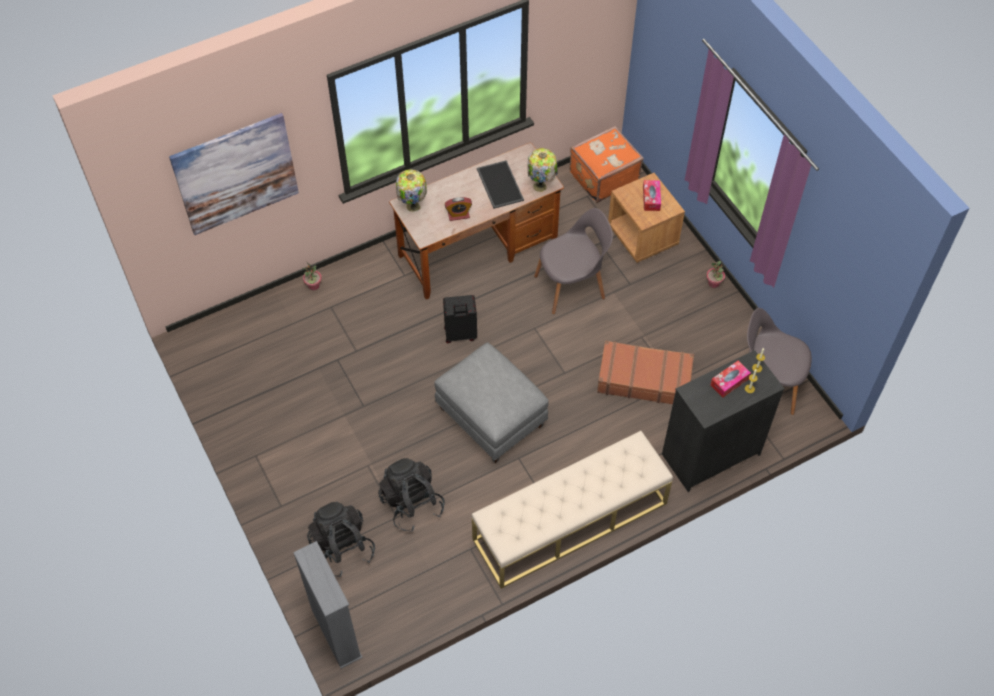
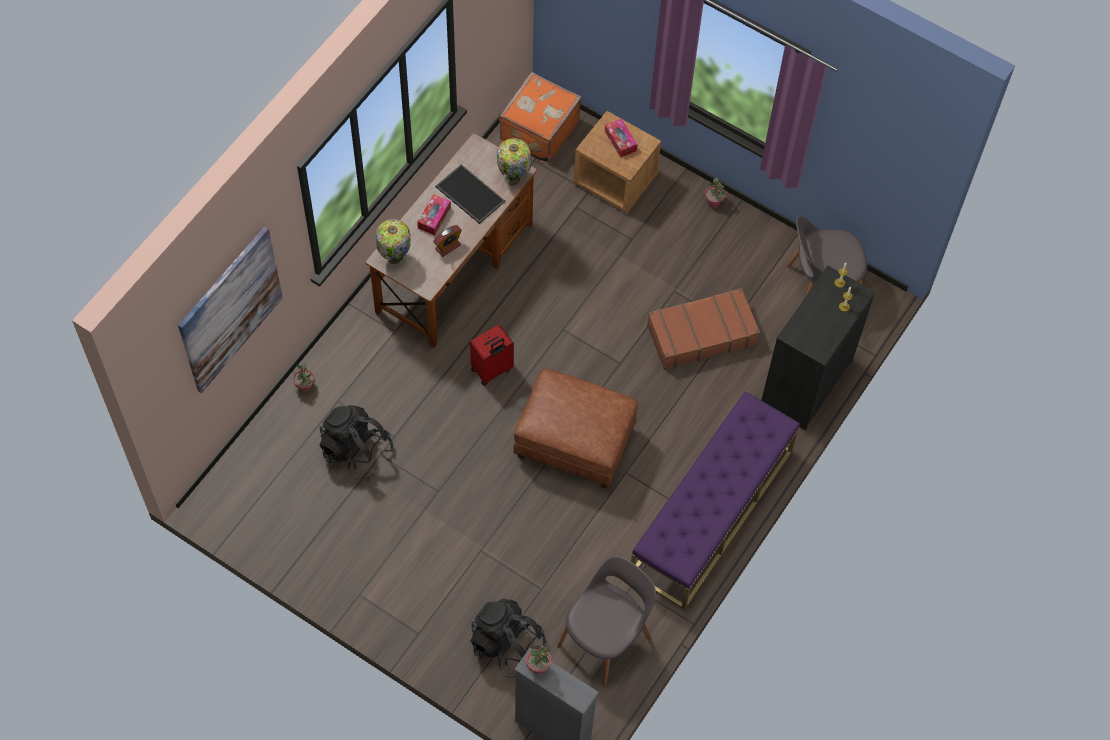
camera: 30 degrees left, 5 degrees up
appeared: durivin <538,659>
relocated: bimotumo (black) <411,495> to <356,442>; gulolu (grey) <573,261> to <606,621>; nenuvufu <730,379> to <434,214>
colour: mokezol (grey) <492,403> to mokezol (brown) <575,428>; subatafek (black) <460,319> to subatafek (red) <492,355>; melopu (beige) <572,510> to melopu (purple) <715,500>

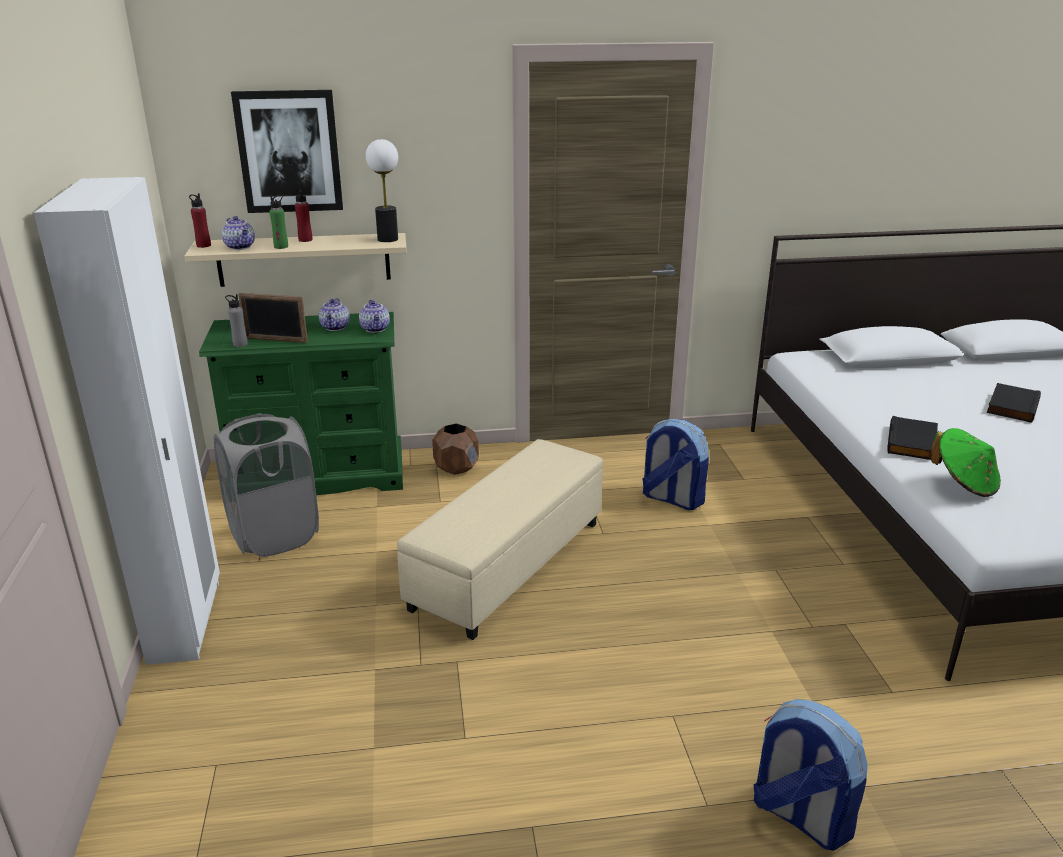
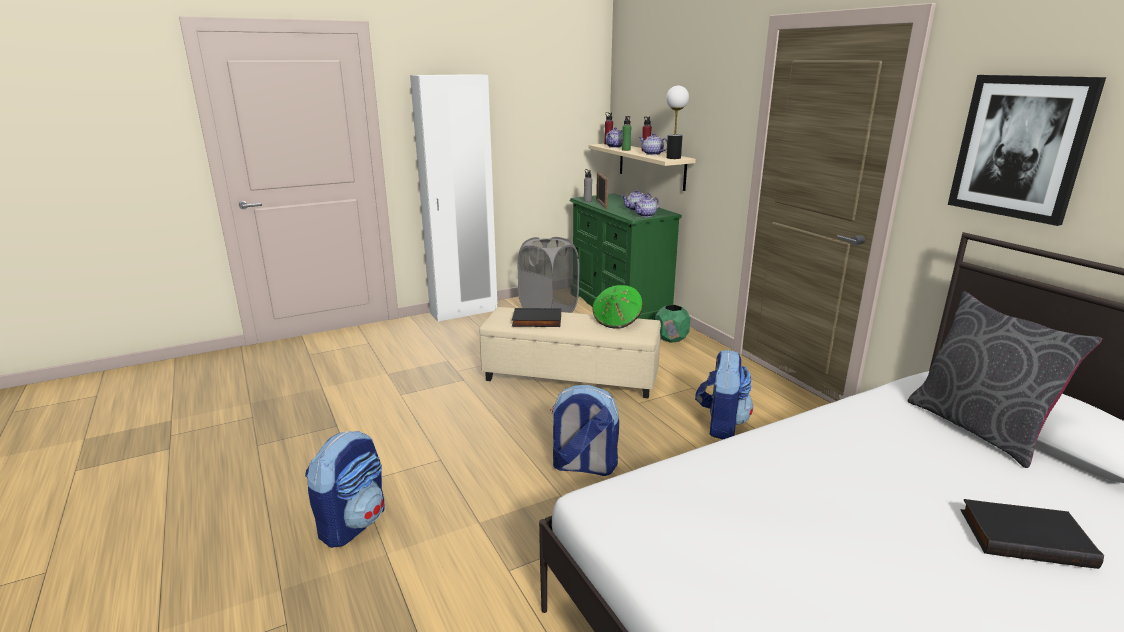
camera: 70 degrees right, 5 degrees down
appeared: bimotumo <584,430>; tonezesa <653,144>; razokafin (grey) <1005,379>
relocated: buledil <287,151> to <1027,150>; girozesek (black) <912,438> to <536,317>; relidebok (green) <966,462> to <618,307>
colour: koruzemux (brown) <455,449> to koruzemux (green) <672,324>

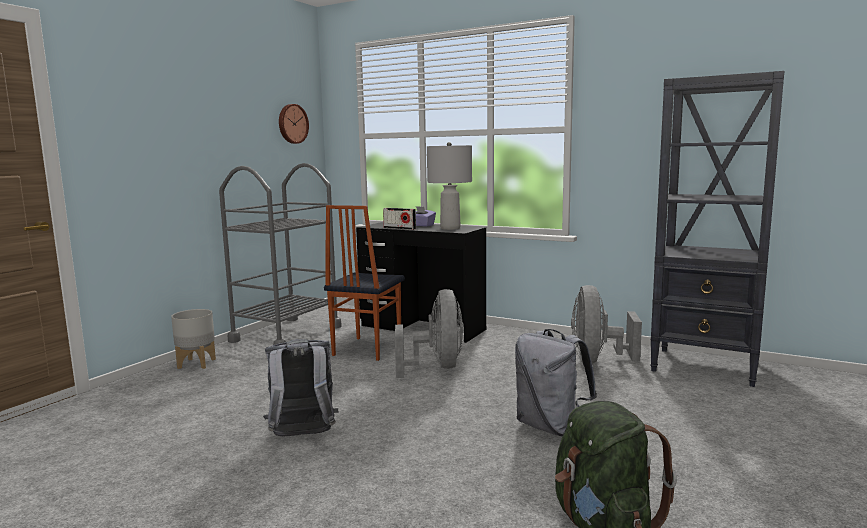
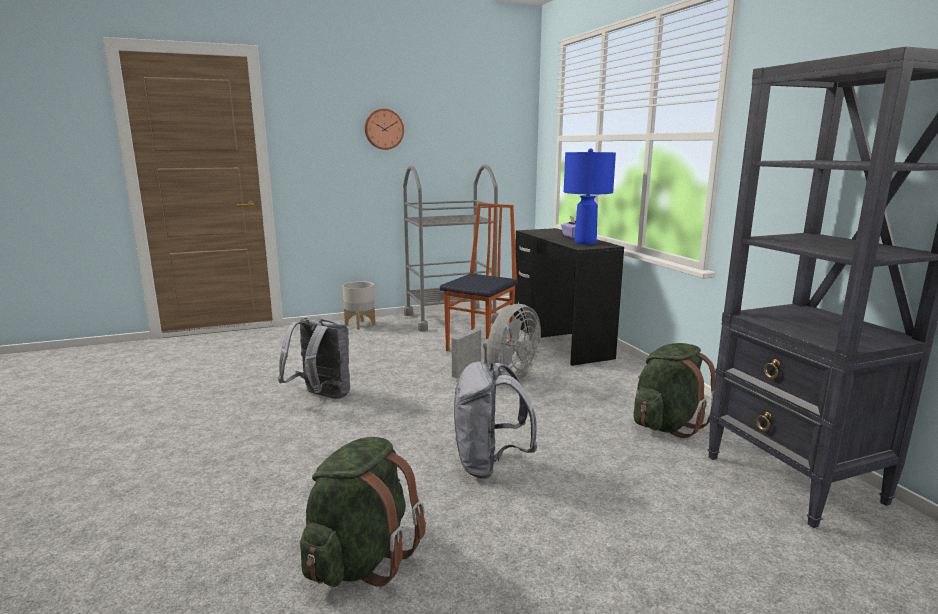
camera: 40 degrees right, 5 degrees up
missing: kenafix <399,219>
relocated: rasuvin <294,124> to <384,129>
exchanged: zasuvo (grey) <606,324> to bimotumo (green) <674,390>
colour: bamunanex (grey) <449,186> to bamunanex (blue) <590,196>
spun: gulolu <364,283> = <479,277> 150 degrees clockwise

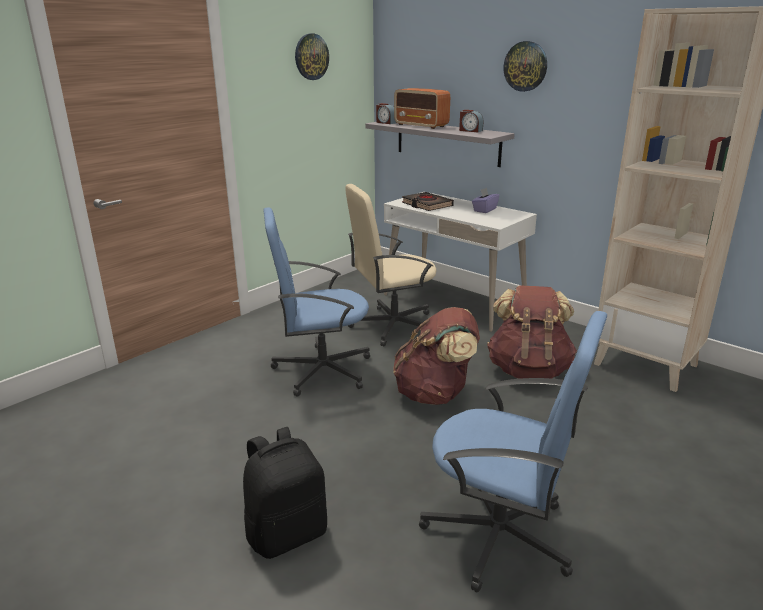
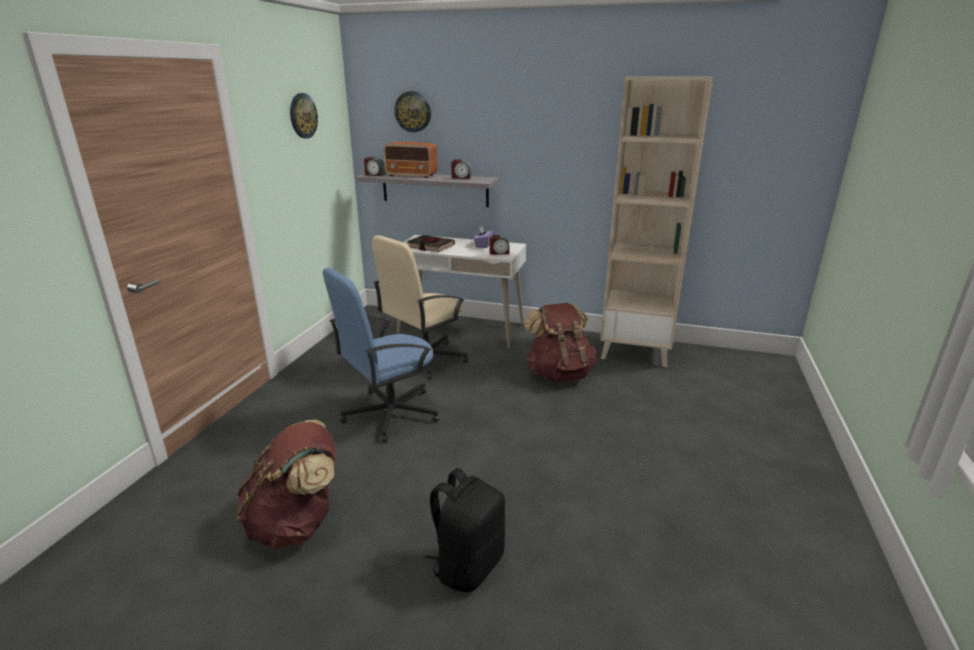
camera: 25 degrees left, 0 degrees up
missing: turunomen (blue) <513,452>
appeared: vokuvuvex <499,245>
relocated: bimotumo (brown) <436,356> to <286,484>; rasuvin <525,66> to <412,111>

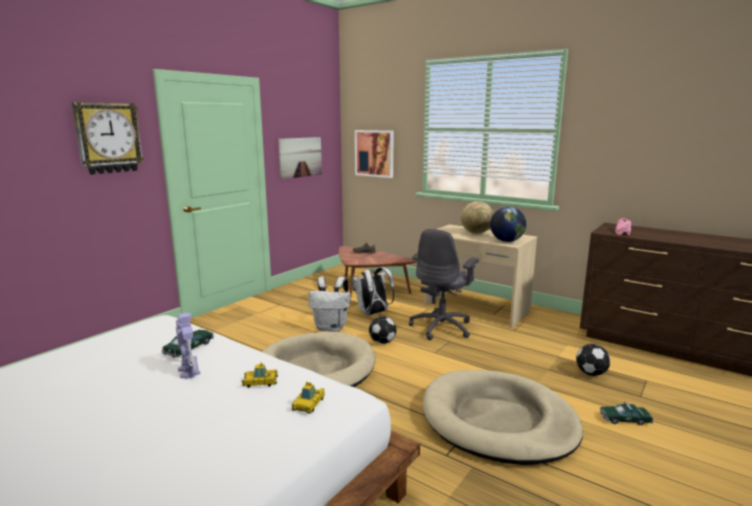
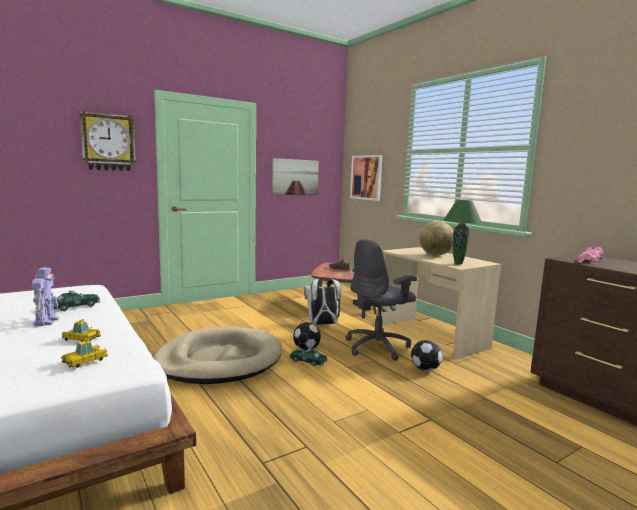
camera: 20 degrees right, 5 degrees down
missing: bimotumo (white) <330,303>; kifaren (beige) <503,417>
relocated: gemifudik <593,360> to <426,355>; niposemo <627,413> to <308,356>
exchanged: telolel <508,224> to bamunanex (green) <463,232>

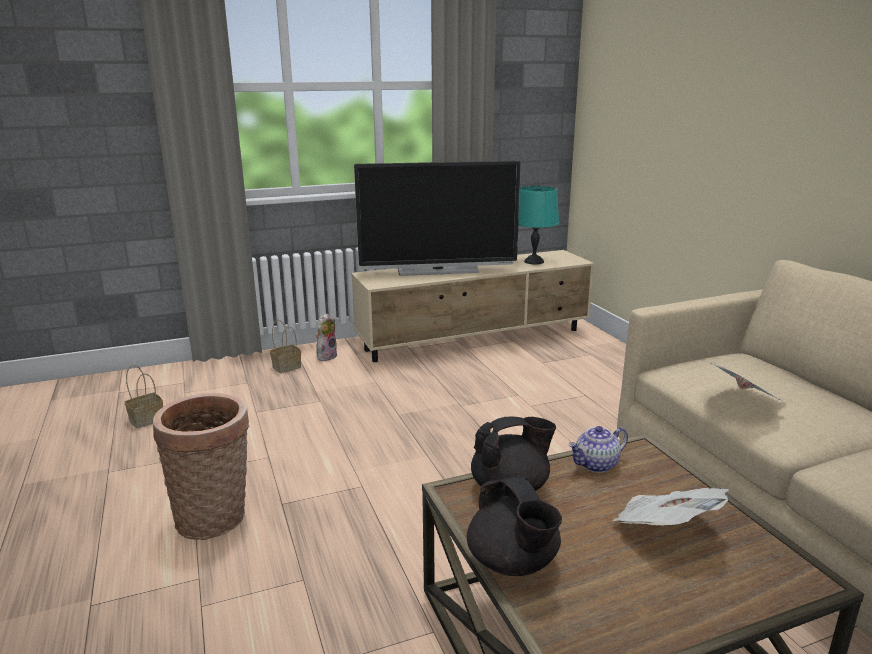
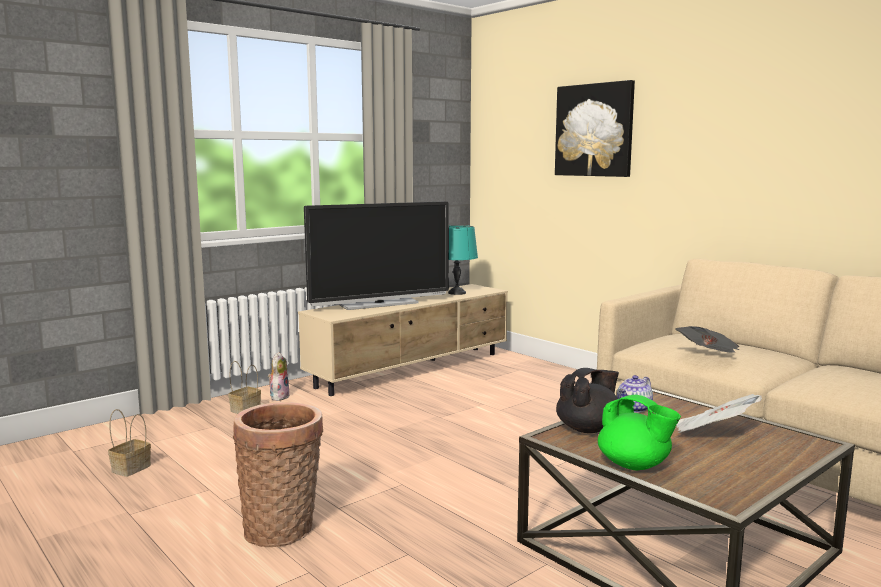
camera: 20 degrees left, 10 degrees down
appeared: buledil <595,128>
colour: tonezesa (black) <514,526> to tonezesa (green) <639,432>

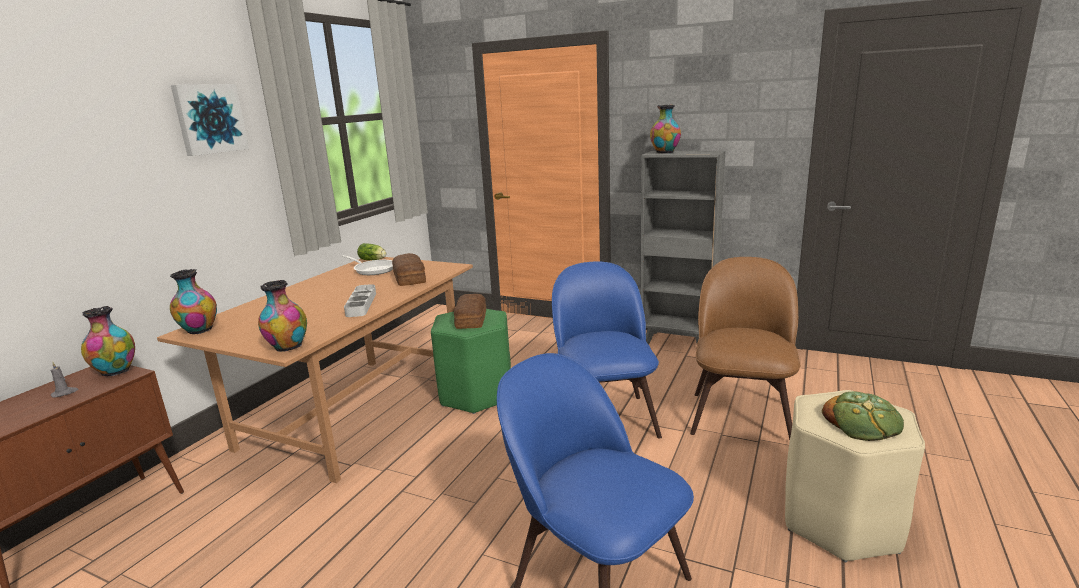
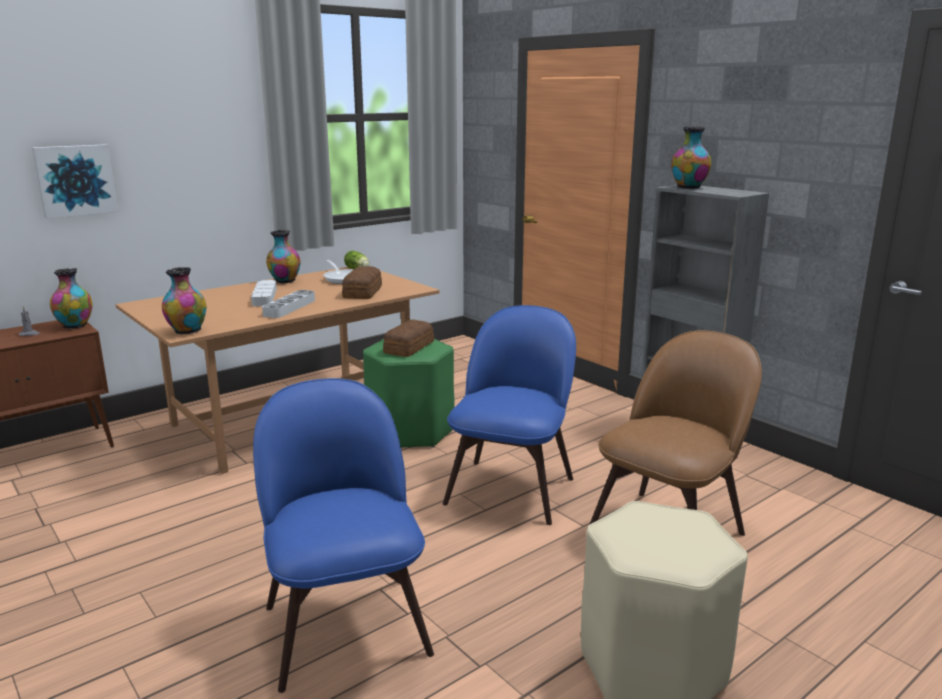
camera: 25 degrees right, 0 degrees up
missing: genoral <863,416>
appeared: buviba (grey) <264,293>
relocated: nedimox <193,301> to <283,257>; buledil <210,120> to <75,181>

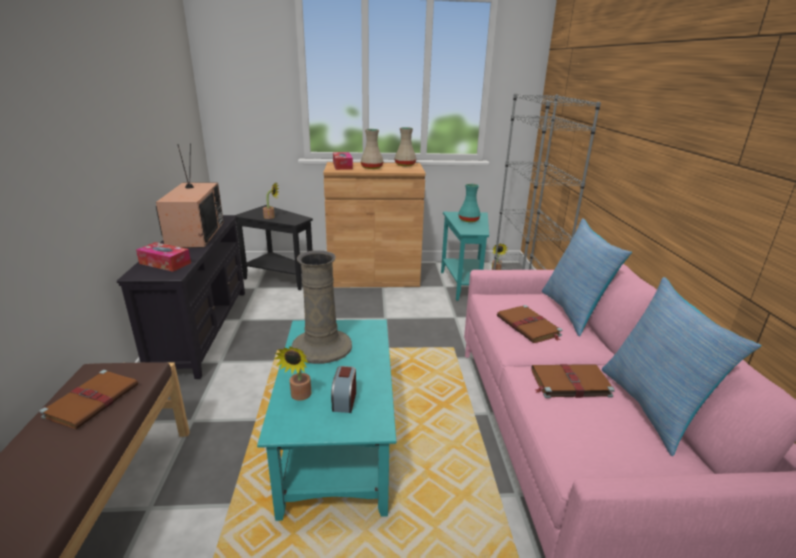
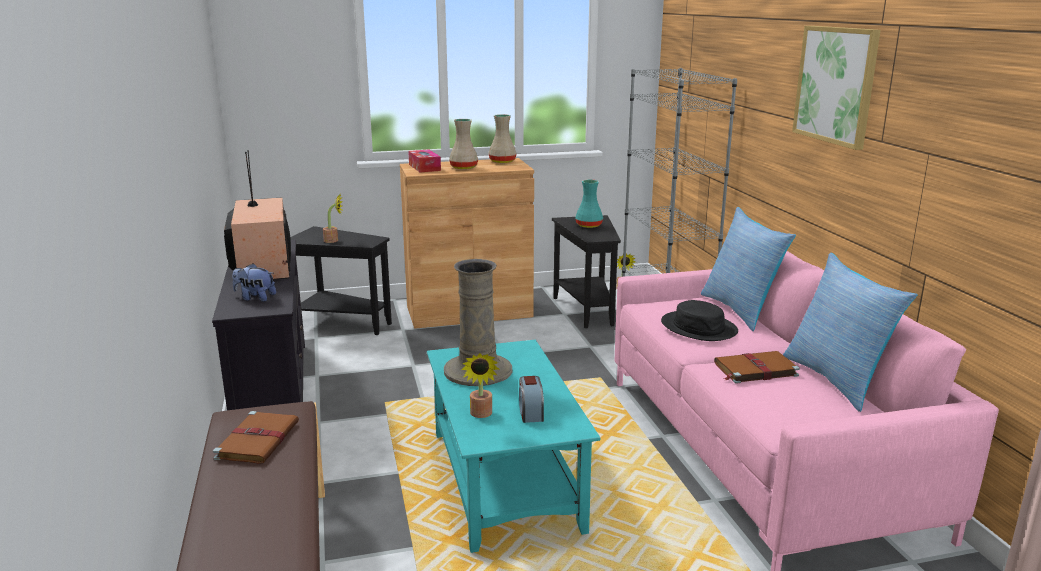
camera: 10 degrees left, 5 degrees down
appeared: buledil <836,88>
exchanged: nenuvufu <163,257> to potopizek <254,282>; girozesek (brown) <530,324> to relidebok (black) <699,320>
colour: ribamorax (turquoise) <465,256> to ribamorax (black) <586,271>

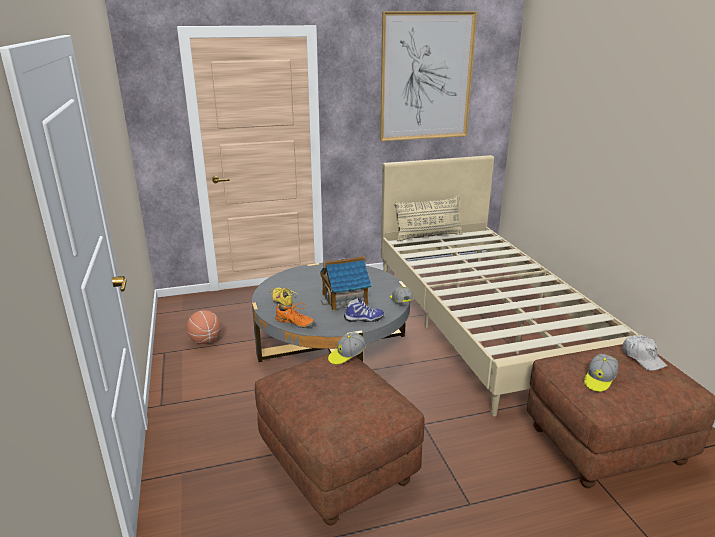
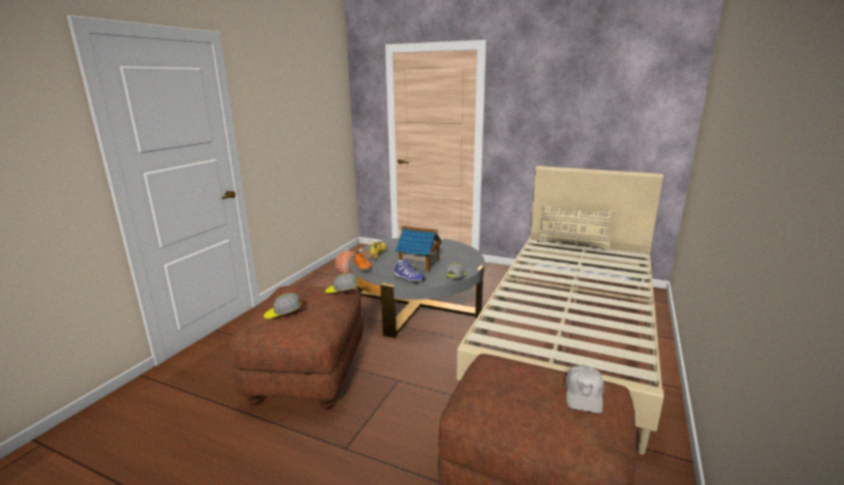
camera: 40 degrees right, 5 degrees down
missing: buledil <428,76>
relocated: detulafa <601,373> to <283,306>

